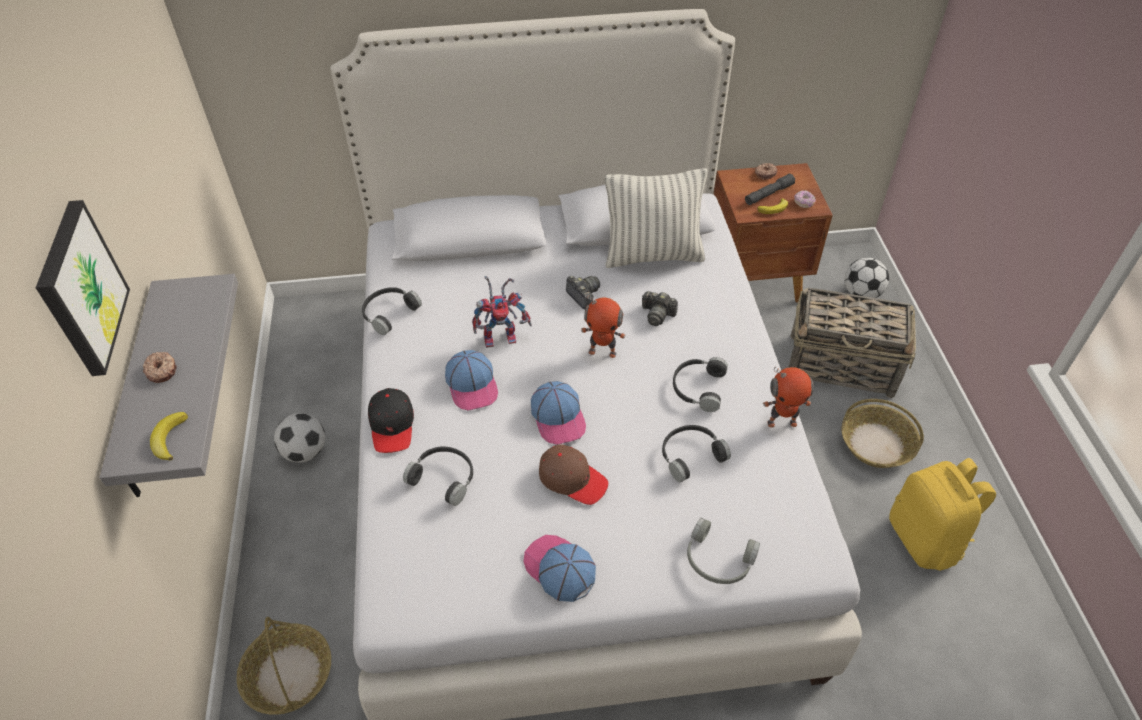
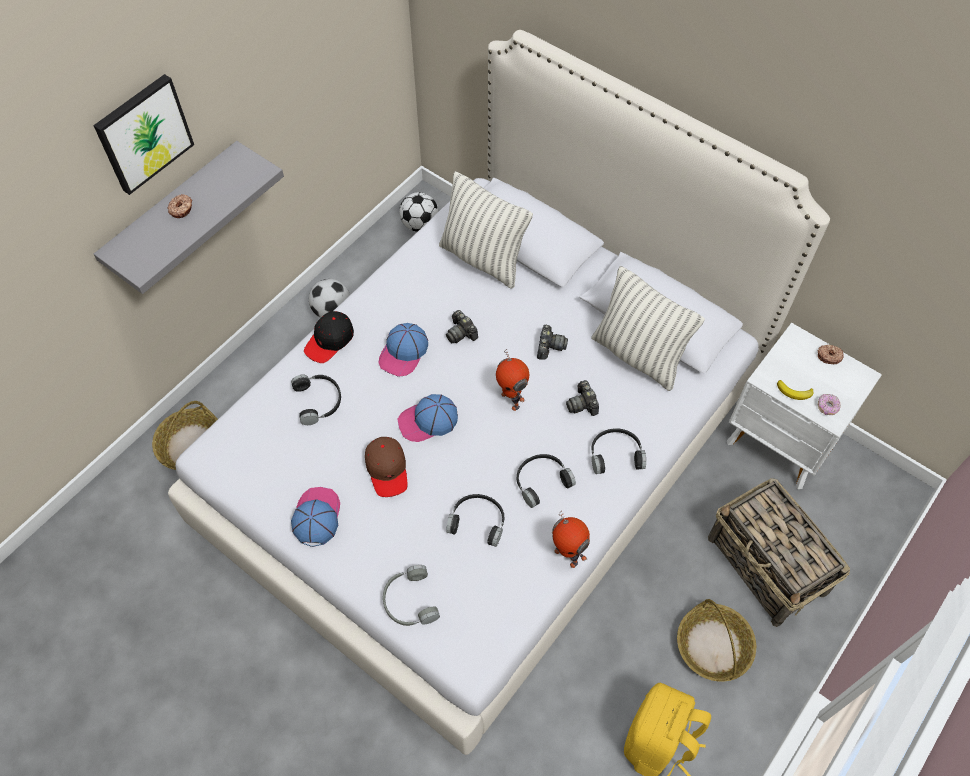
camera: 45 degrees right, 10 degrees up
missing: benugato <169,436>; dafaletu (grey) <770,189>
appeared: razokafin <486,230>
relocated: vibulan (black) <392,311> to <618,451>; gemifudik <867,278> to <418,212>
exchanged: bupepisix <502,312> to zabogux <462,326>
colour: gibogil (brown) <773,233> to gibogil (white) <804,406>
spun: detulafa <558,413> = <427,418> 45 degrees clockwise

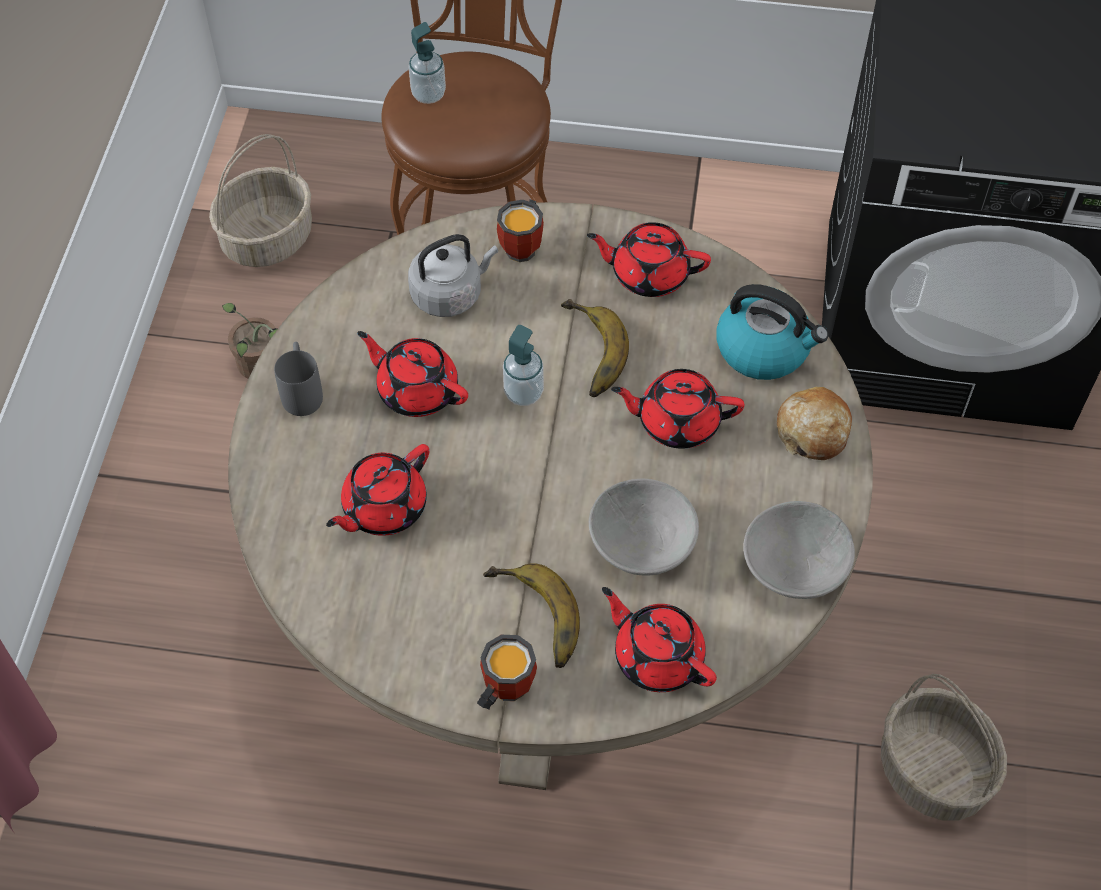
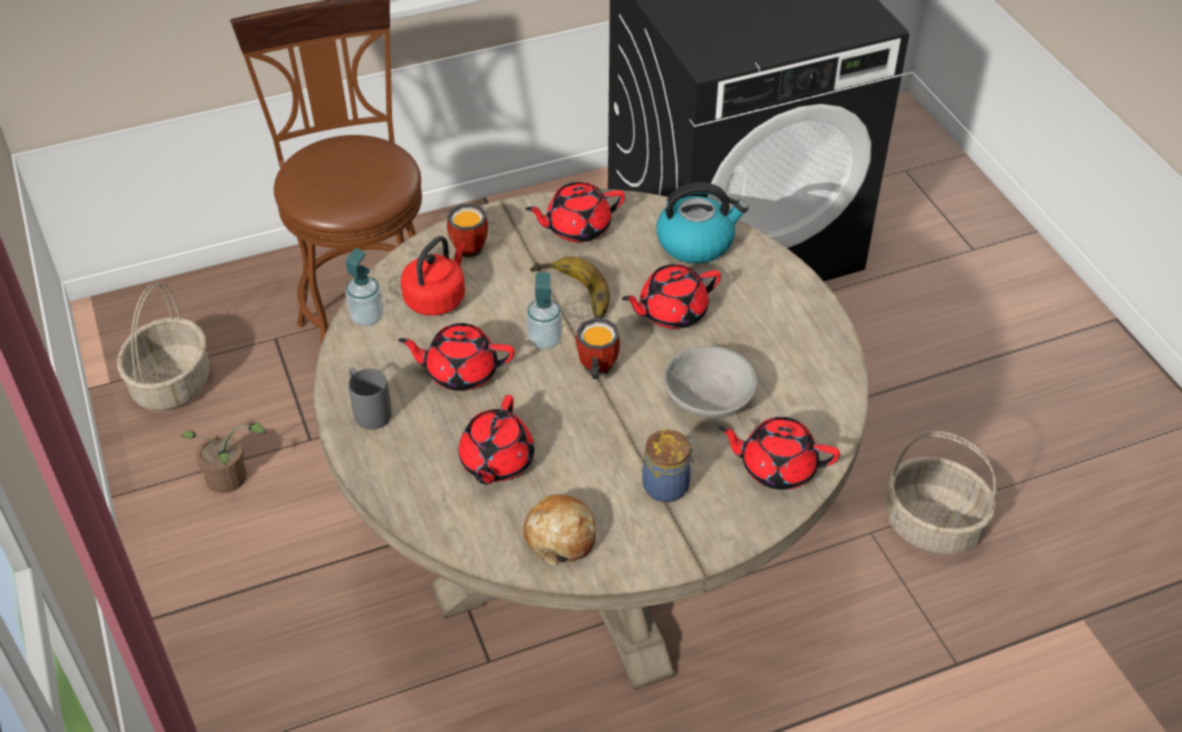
camera: 30 degrees left, 10 degrees down
missing: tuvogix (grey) <799,550>
relocated: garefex <427,63> to <364,287>; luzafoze <507,672> to <598,348>; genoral <814,423> to <559,529>
exchanged: benugato <531,615> to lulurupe <667,466>
colour: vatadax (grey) <453,275> to vatadax (red) <433,276>

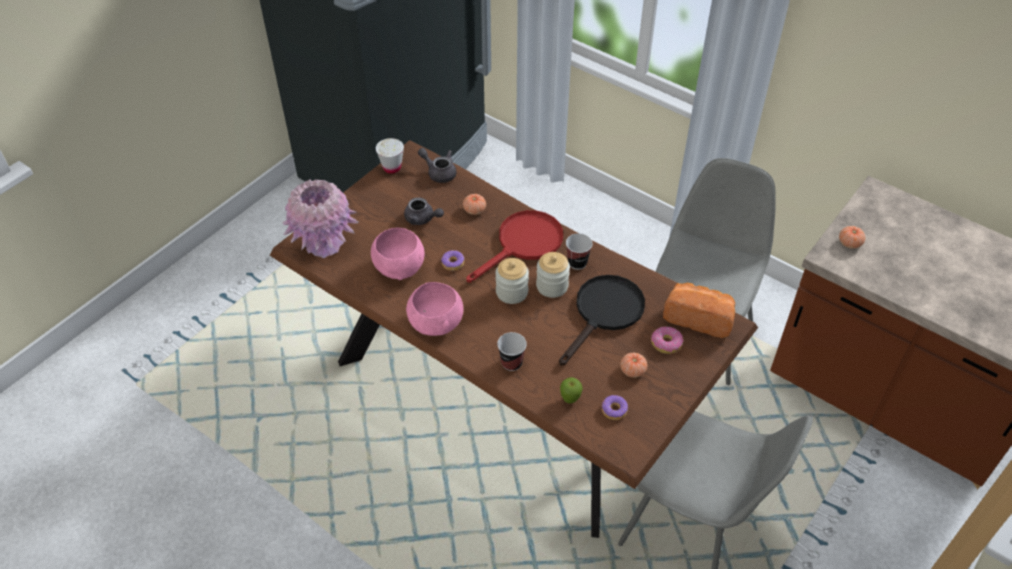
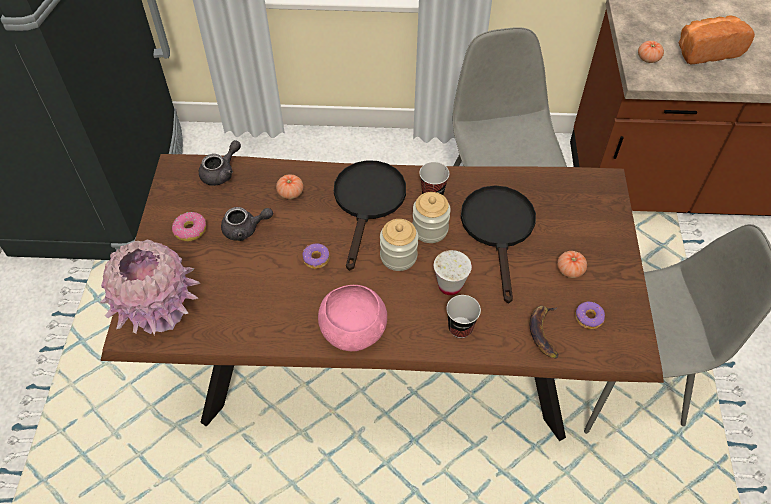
camera: 35 degrees left, 5 degrees up
missing: tuvogix (pink) <398,254>
relocated: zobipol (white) <390,156> to <453,272>; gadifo <667,340> to <189,227>; genoral <699,310> to <716,40>
exchanged: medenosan <571,390> to benugato <544,332>
colour: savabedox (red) <514,246> to savabedox (black) <370,216>
spun: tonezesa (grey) <437,165> = <220,163> 135 degrees clockwise

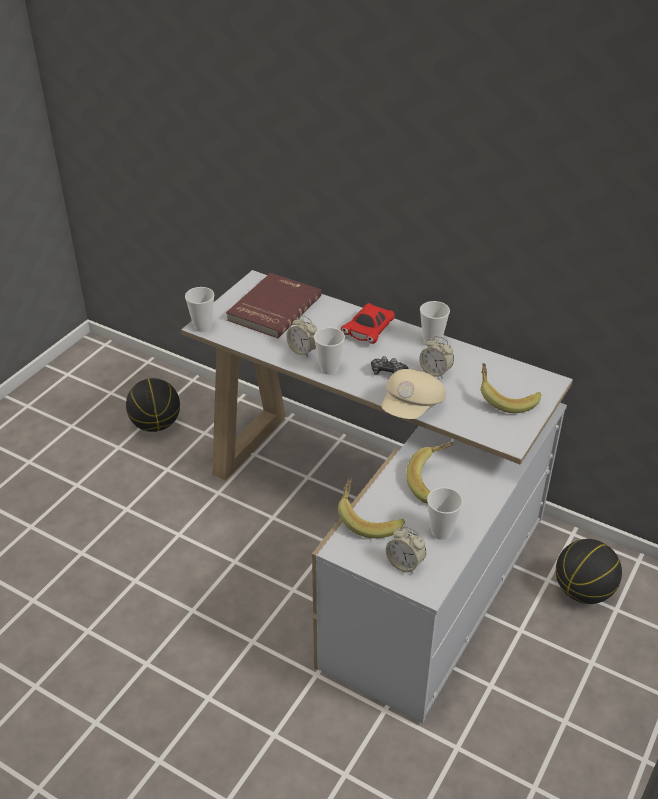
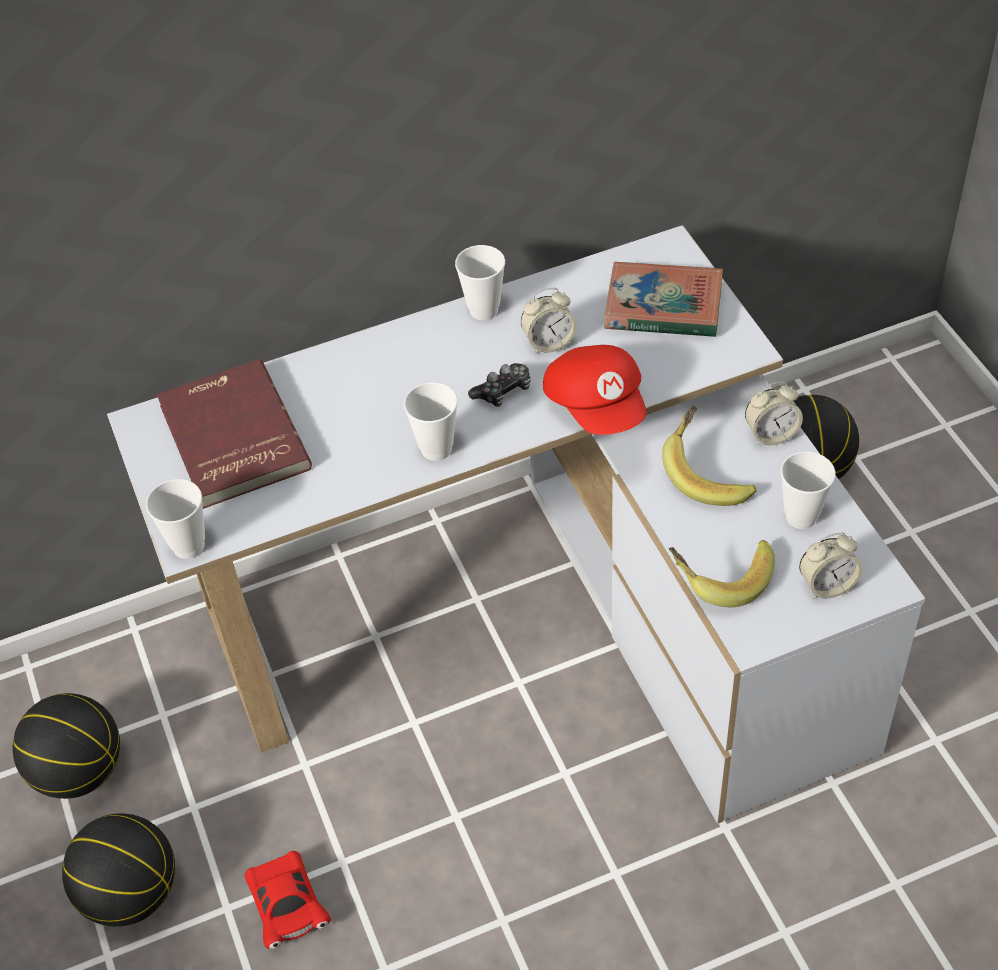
camera: 50 degrees left, 10 degrees up
appeared: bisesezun <118,869>
relocated: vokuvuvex <302,336> to <774,413>; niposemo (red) <368,323> to <288,900>
exchanged: benugato <511,388> to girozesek <663,299>
colour: detulafa (beige) <413,394> to detulafa (red) <594,390>

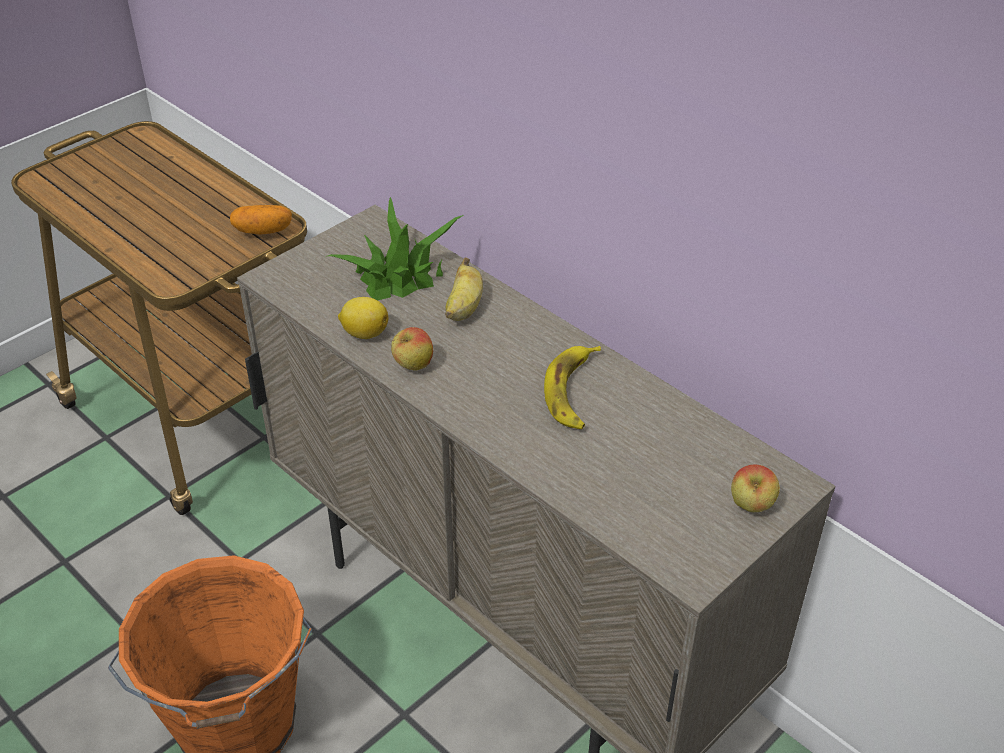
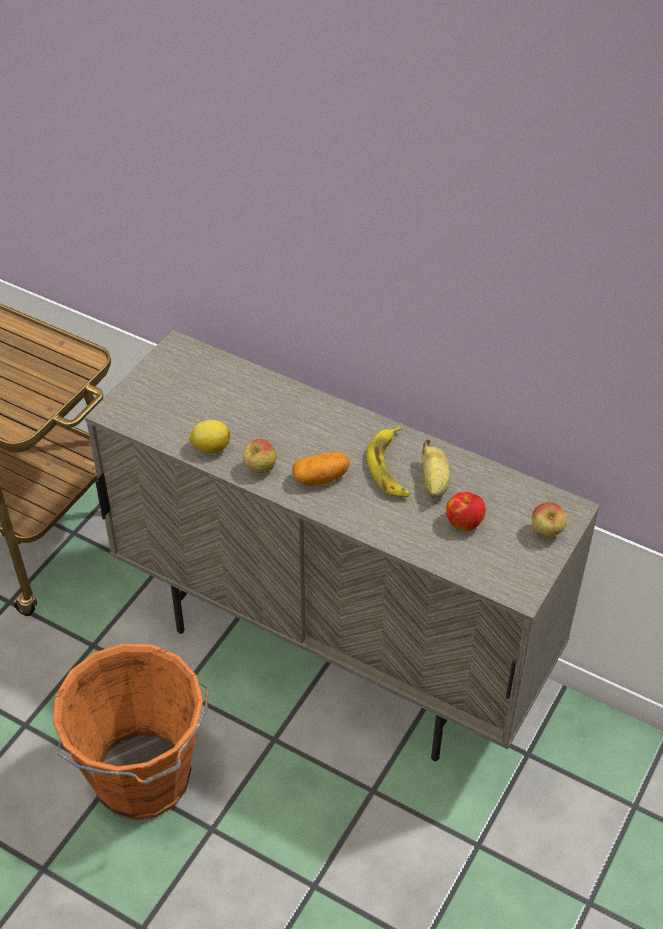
camera: 15 degrees left, 5 degrees up
missing: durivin <396,248>
appeared: medenosan <466,511>
relocated: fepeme <261,219> to <321,468>; benugato <464,289> to <435,468>

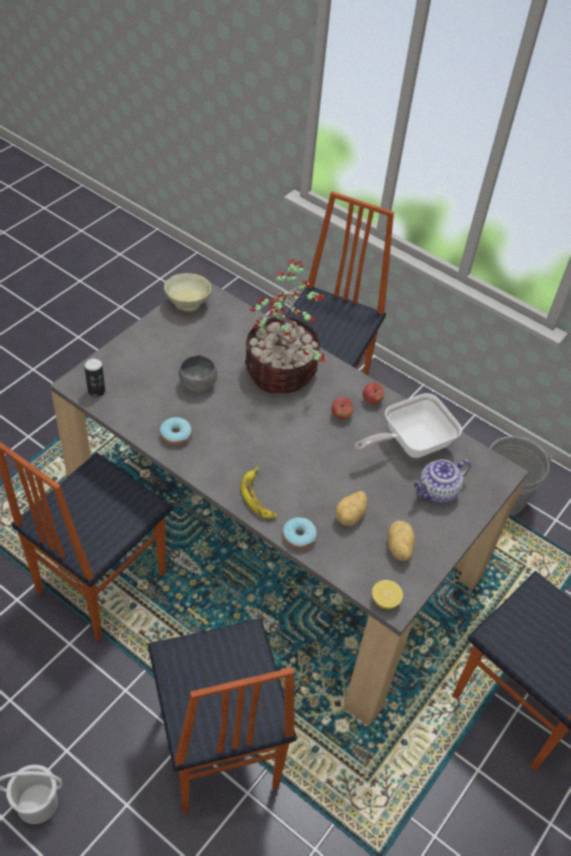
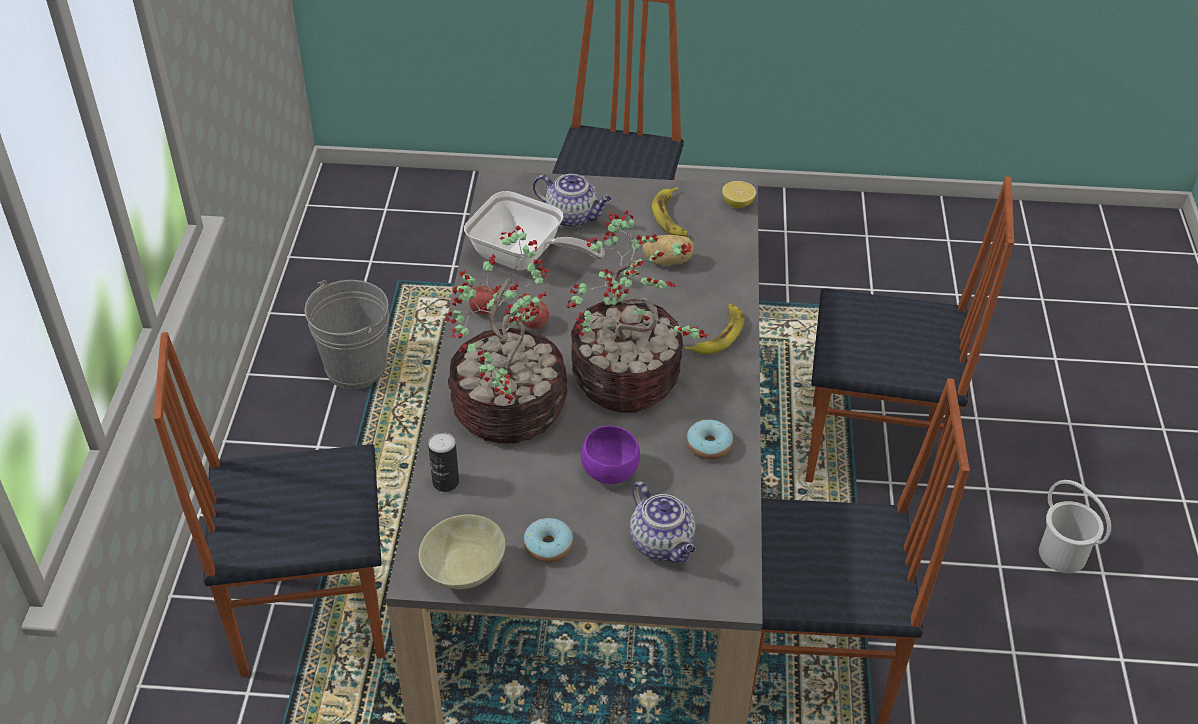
camera: 120 degrees left, 5 degrees down
appeared: durivin <637,311>; tonezesa <663,522>
relocated: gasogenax <94,377> to <443,462>; gadifo <299,533> to <548,540>
exchanged: fepeme <401,541> to benugato <670,211>
colour: tuvogix (grey) <197,373> to tuvogix (purple) <610,455>
spun: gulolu <222,716> = <909,329> 60 degrees clockwise

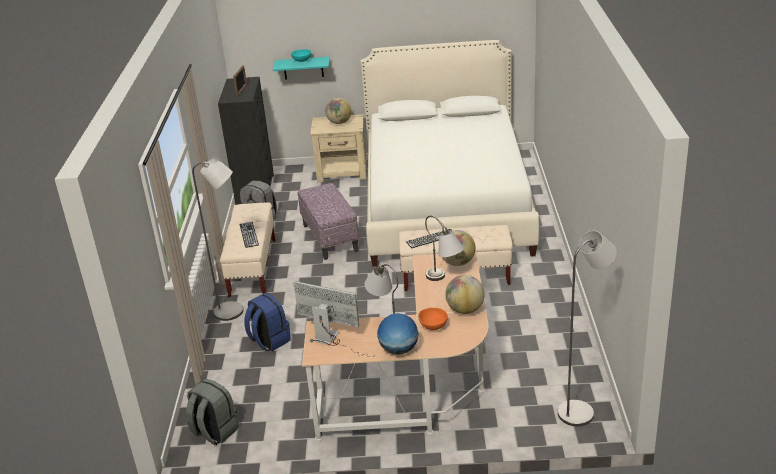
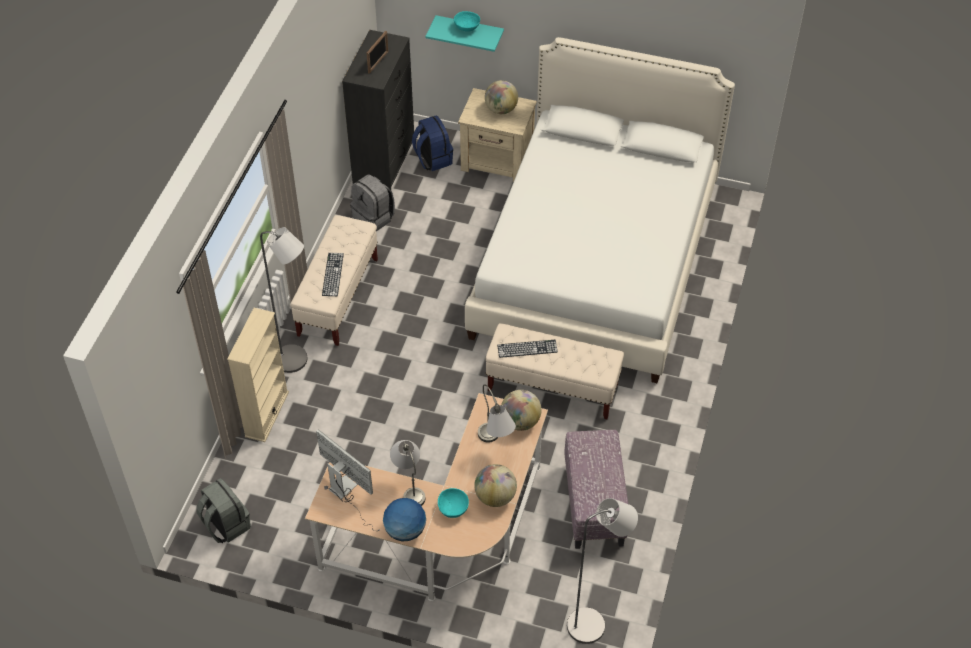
camera: 15 degrees right, 20 degrees up
appeared: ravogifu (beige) <258,375>
relocated: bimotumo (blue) <267,322> to <432,143>; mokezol <328,221> to <596,489>
colour: tuvogix (orange) <433,319> to tuvogix (turquoise) <453,503>

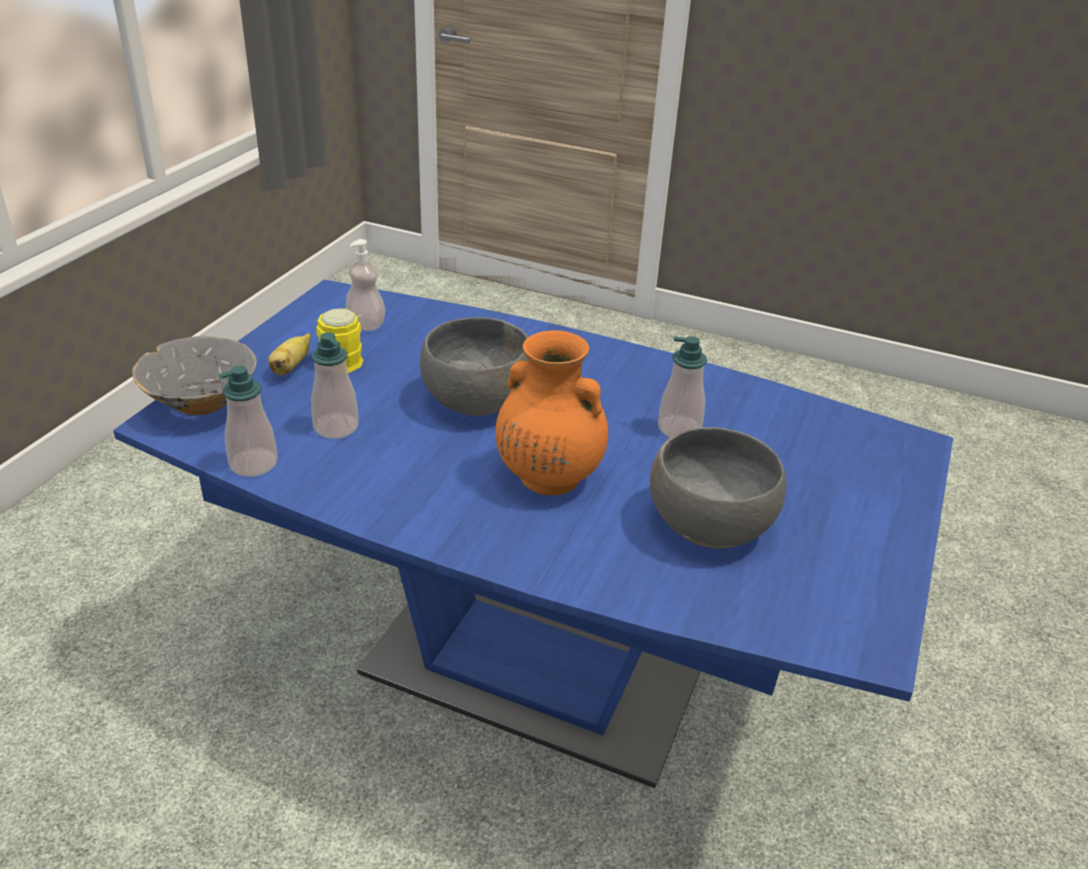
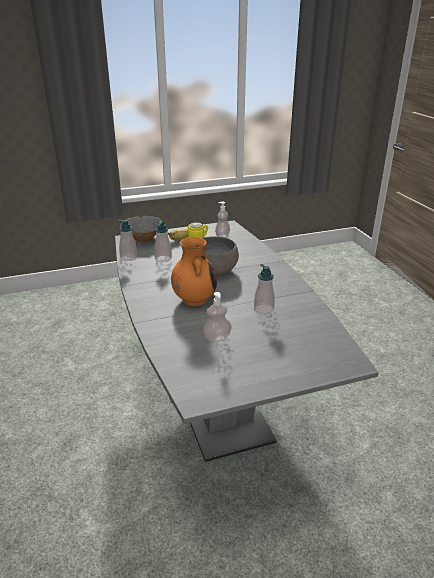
camera: 50 degrees right, 5 degrees down
exchanged: tuvogix (grey) <718,487> to garefex <217,317>
colour: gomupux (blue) <533,534> to gomupux (grey) <247,341>

